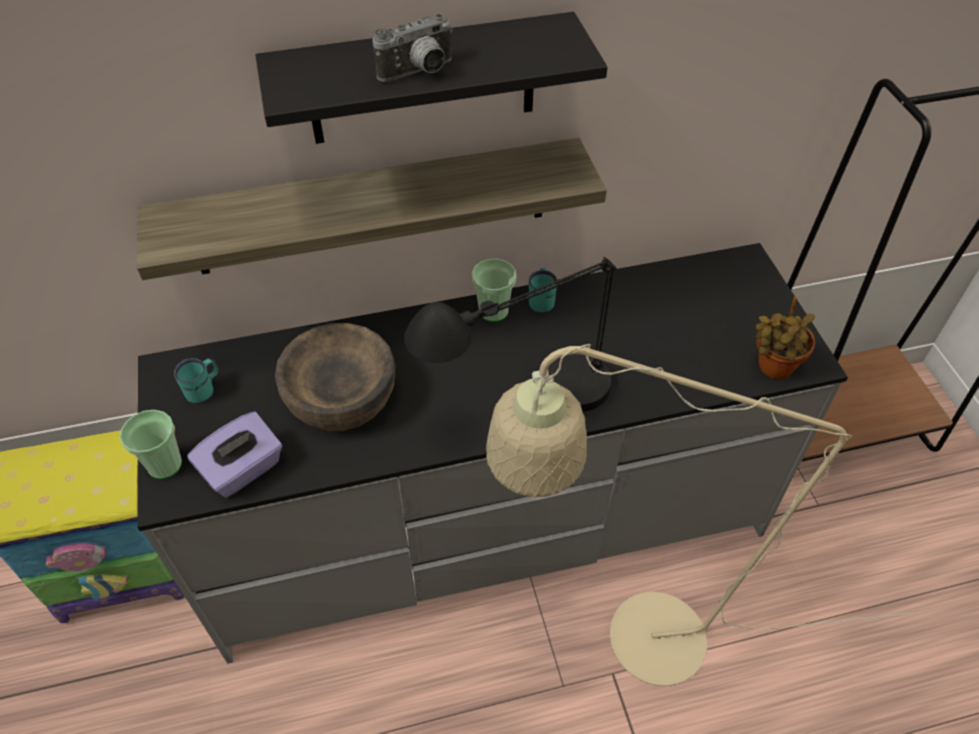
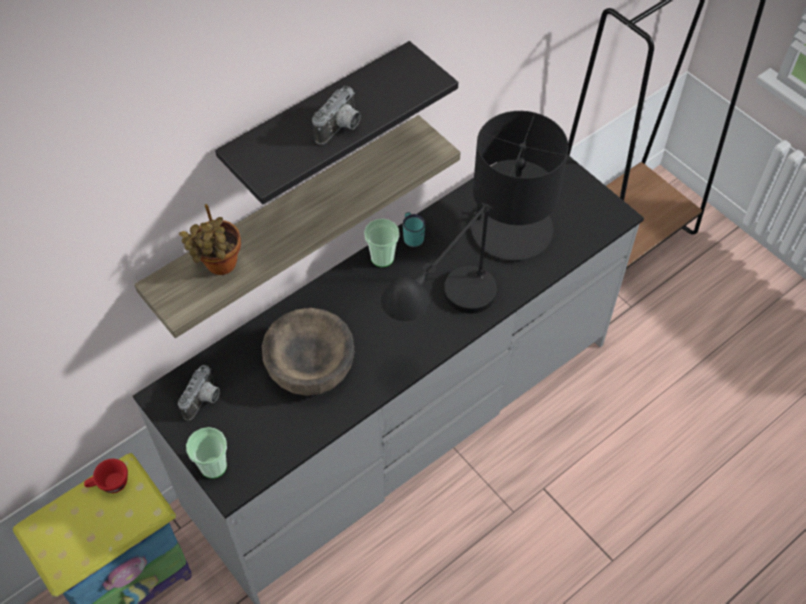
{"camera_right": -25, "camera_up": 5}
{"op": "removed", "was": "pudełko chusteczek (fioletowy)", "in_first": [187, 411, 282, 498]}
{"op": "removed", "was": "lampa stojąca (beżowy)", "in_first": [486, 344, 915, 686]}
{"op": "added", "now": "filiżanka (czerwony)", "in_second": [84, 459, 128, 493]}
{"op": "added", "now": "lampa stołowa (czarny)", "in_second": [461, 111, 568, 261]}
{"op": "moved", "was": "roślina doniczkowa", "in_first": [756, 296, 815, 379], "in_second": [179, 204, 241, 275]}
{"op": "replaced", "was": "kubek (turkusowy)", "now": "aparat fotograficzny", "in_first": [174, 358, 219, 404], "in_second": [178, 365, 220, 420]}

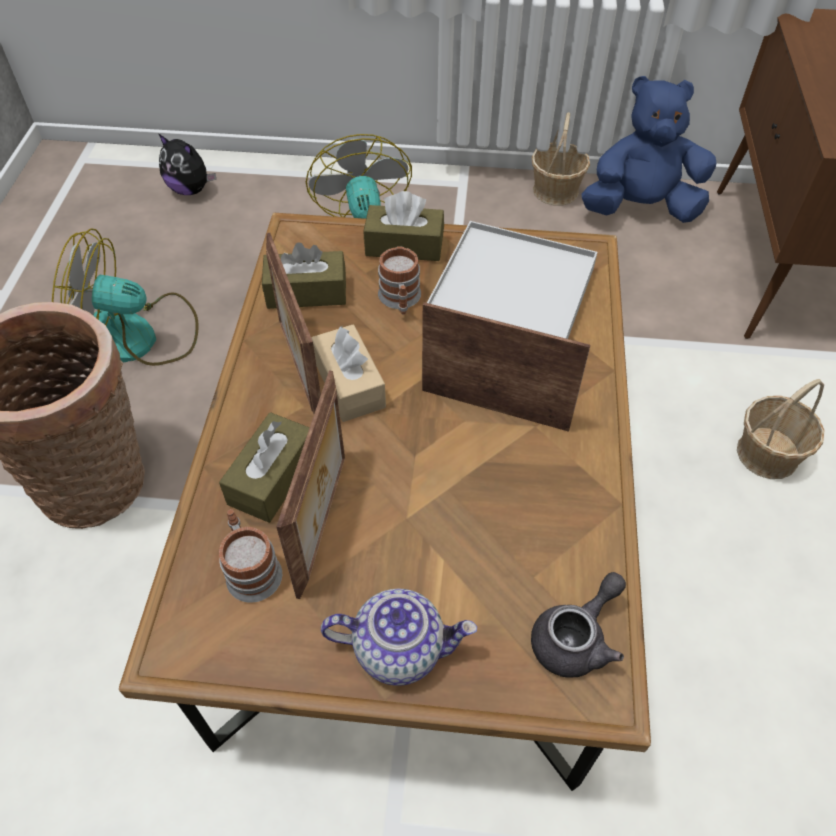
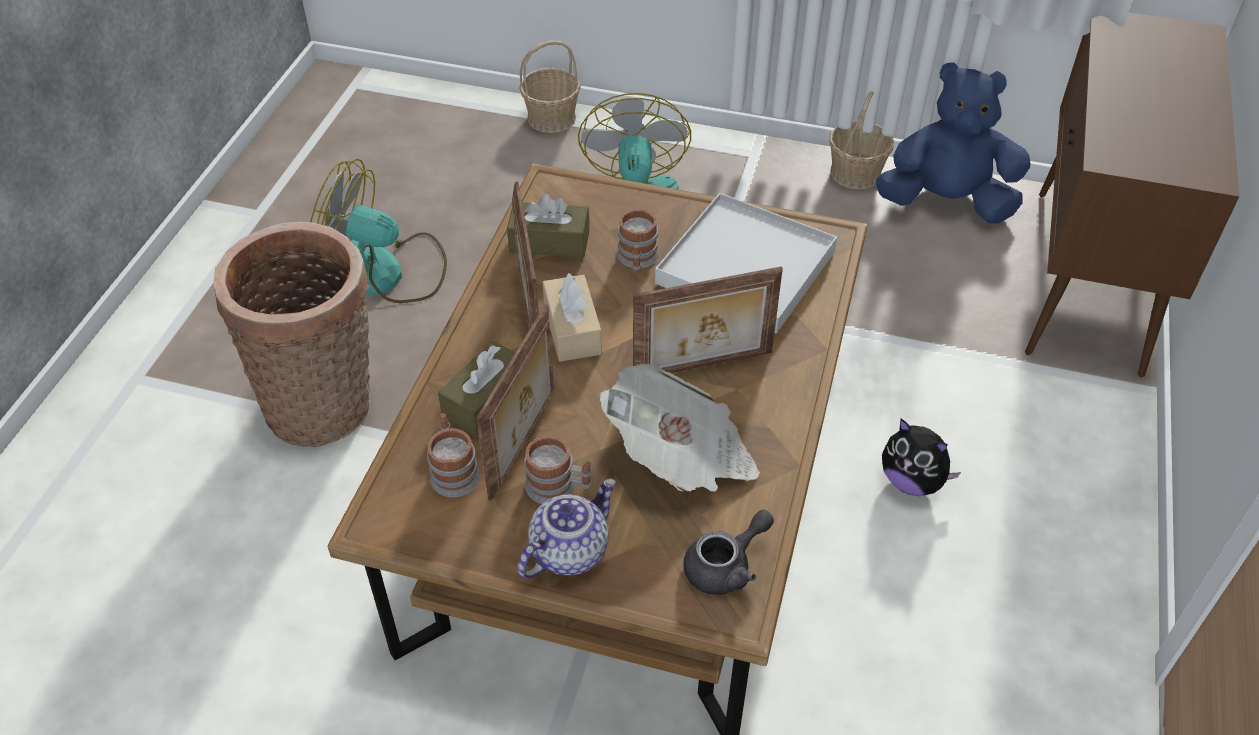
{"camera_right": 10, "camera_up": -5}
{"op": "removed", "was": "pudełko chusteczek (brązowy)", "in_first": [364, 191, 444, 261]}
{"op": "added", "now": "kubek", "in_second": [524, 435, 592, 504]}
{"op": "added", "now": "gazeta", "in_second": [600, 364, 760, 492]}
{"op": "moved", "was": "pluszak", "in_first": [158, 133, 216, 195], "in_second": [882, 419, 961, 496]}
{"op": "moved", "was": "koszyk", "in_first": [737, 379, 824, 479], "in_second": [519, 40, 581, 133]}
{"op": "turned", "was": "imbryk", "in_first": [321, 589, 477, 686], "in_second": [517, 479, 616, 579], "clockwise": -60}
{"op": "turned", "was": "ramka na zdjęcie", "in_first": [422, 302, 590, 432], "in_second": [633, 266, 783, 373], "clockwise": 135}

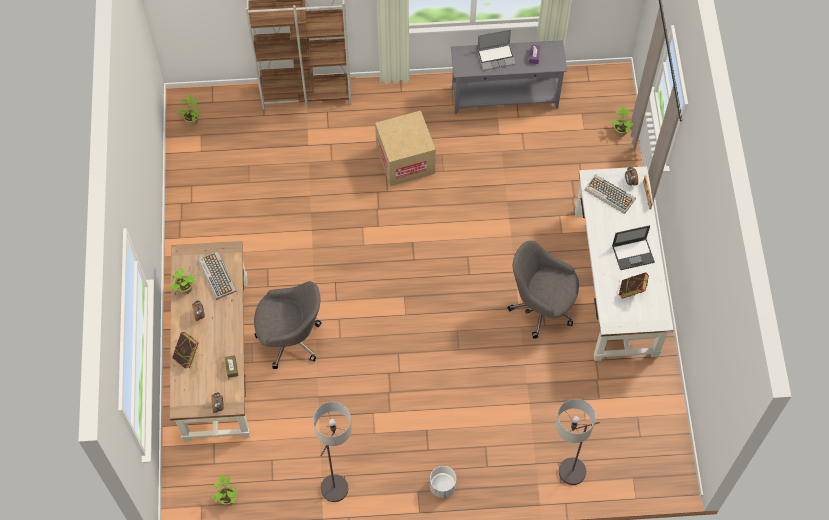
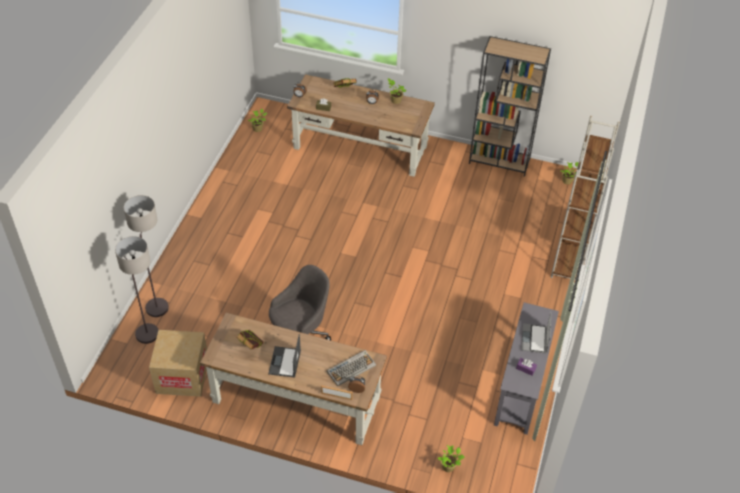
{"camera_right": 110, "camera_up": -15}
{"op": "removed", "was": "klawiatura", "in_first": [198, 251, 237, 300]}
{"op": "removed", "was": "krzesło biurowe (szary)", "in_first": [254, 281, 322, 369]}
{"op": "removed", "was": "donica (biały)", "in_first": [430, 466, 456, 498]}
{"op": "added", "now": "regał", "in_second": [469, 36, 551, 177]}
{"op": "moved", "was": "lampa stojąca (szary)", "in_first": [313, 402, 352, 502], "in_second": [115, 236, 158, 344]}
{"op": "moved", "was": "karton", "in_first": [375, 110, 436, 186], "in_second": [149, 330, 207, 397]}
{"op": "recoloured", "was": "biurko (biały)", "now": "biurko (brązowy)", "in_first": [575, 166, 673, 361], "in_second": [200, 312, 387, 445]}

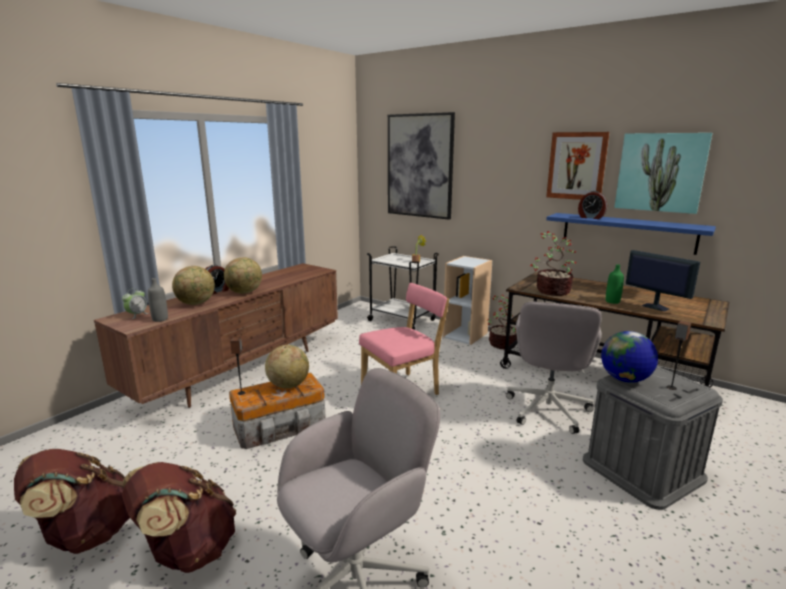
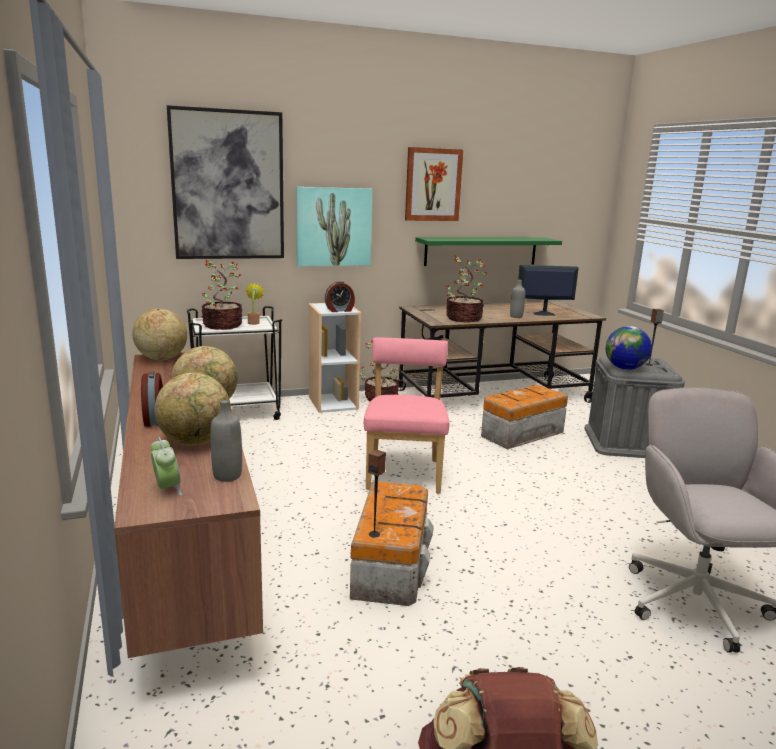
{"camera_right": -55, "camera_up": 0}
{"op": "removed", "was": "plecak (brązowy)", "in_first": [122, 462, 236, 573]}
{"op": "added", "now": "roślina doniczkowa", "in_second": [201, 259, 243, 330]}
{"op": "moved", "was": "globus", "in_first": [265, 345, 309, 388], "in_second": [132, 309, 187, 360]}
{"op": "moved", "was": "budzik", "in_first": [578, 191, 607, 219], "in_second": [325, 281, 355, 312]}
{"op": "moved", "was": "obraz", "in_first": [614, 133, 712, 214], "in_second": [296, 187, 373, 266]}
{"op": "replaced", "was": "krzesło biurowe (szary)", "now": "pojemnik do przechowywania", "in_first": [506, 302, 602, 434], "in_second": [481, 385, 568, 449]}
{"op": "recoloured", "was": "półka (niebieski)", "now": "półka (zielony)", "in_first": [546, 213, 716, 255], "in_second": [415, 237, 562, 266]}
{"op": "recoloured", "was": "butelka (zielony)", "now": "butelka (szary)", "in_first": [606, 264, 624, 304], "in_second": [510, 280, 525, 318]}

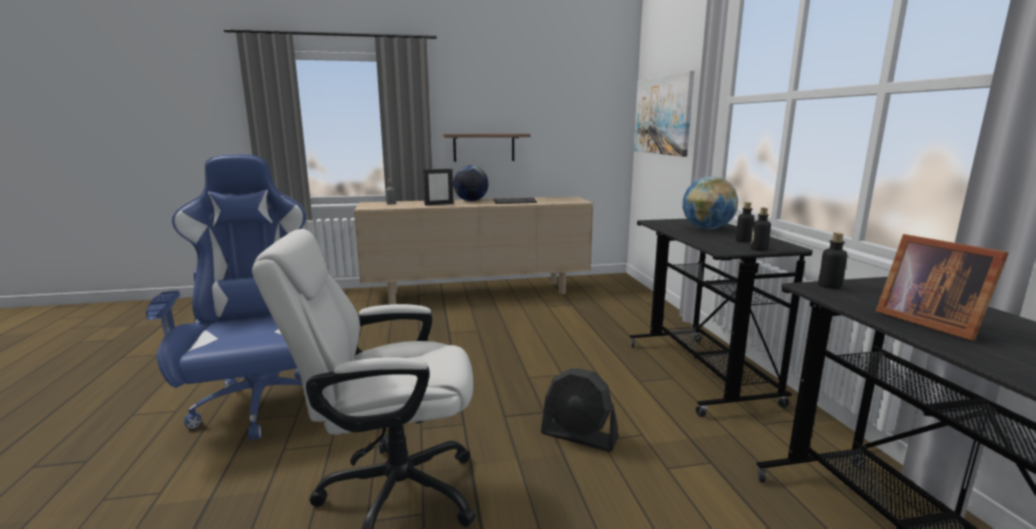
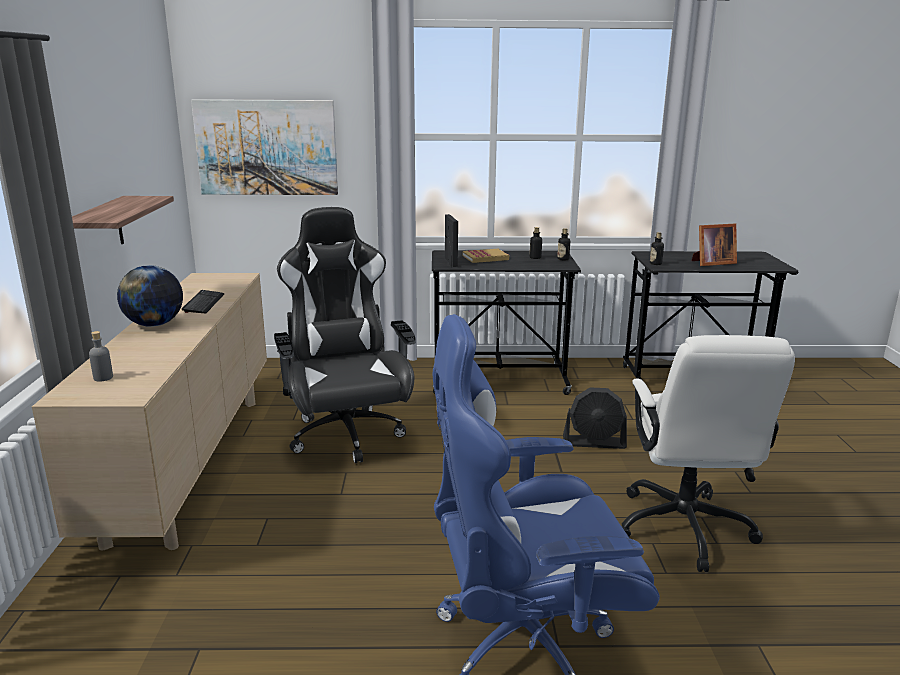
{"camera_right": -80, "camera_up": 5}
{"op": "added", "now": "krzesło biurowe (czarny)", "in_second": [274, 207, 416, 463]}
{"op": "moved", "was": "ramka na zdjęcie", "in_first": [423, 169, 454, 205], "in_second": [445, 214, 458, 267]}
{"op": "replaced", "was": "globus", "now": "książka", "in_first": [682, 176, 738, 229], "in_second": [463, 249, 509, 263]}
{"op": "turned", "was": "wentylator (czarny)", "in_first": [541, 368, 619, 451], "in_second": [563, 387, 627, 449], "clockwise": 60}

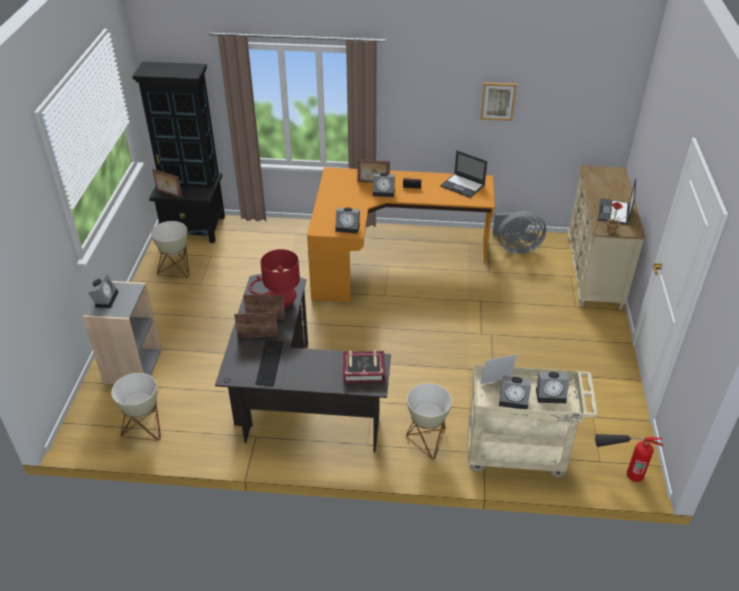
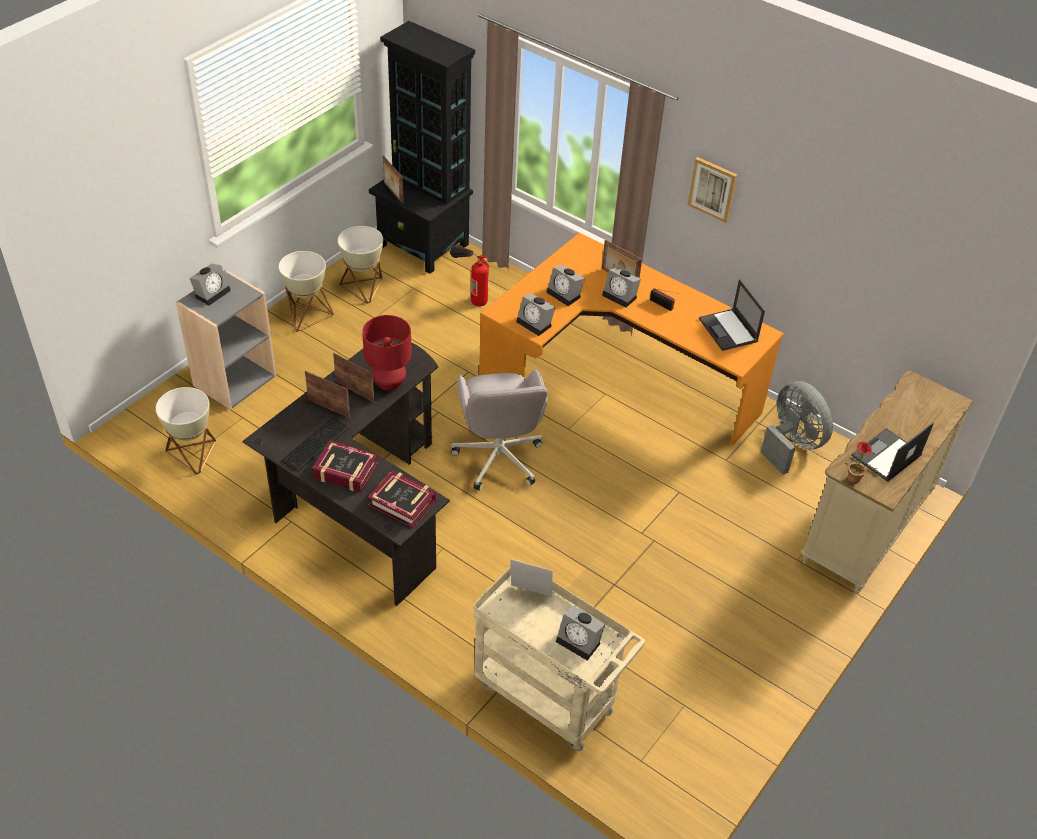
{"camera_right": 30, "camera_up": 5}
{"op": "added", "now": "książka", "in_second": [312, 440, 378, 492]}
{"op": "added", "now": "krzesło biurowe (szary)", "in_second": [451, 369, 548, 491]}
{"op": "moved", "was": "donica", "in_first": [406, 383, 452, 460], "in_second": [278, 251, 334, 332]}
{"op": "moved", "was": "obraz", "in_first": [480, 82, 517, 121], "in_second": [688, 157, 737, 223]}
{"op": "moved", "was": "budzik", "in_first": [499, 376, 531, 409], "in_second": [546, 265, 585, 306]}
{"op": "moved", "was": "gaśnica", "in_first": [595, 434, 663, 482], "in_second": [450, 245, 490, 306]}
{"op": "turned", "was": "wentylator (szary)", "in_first": [493, 211, 546, 253], "in_second": [761, 381, 833, 475], "clockwise": -150}

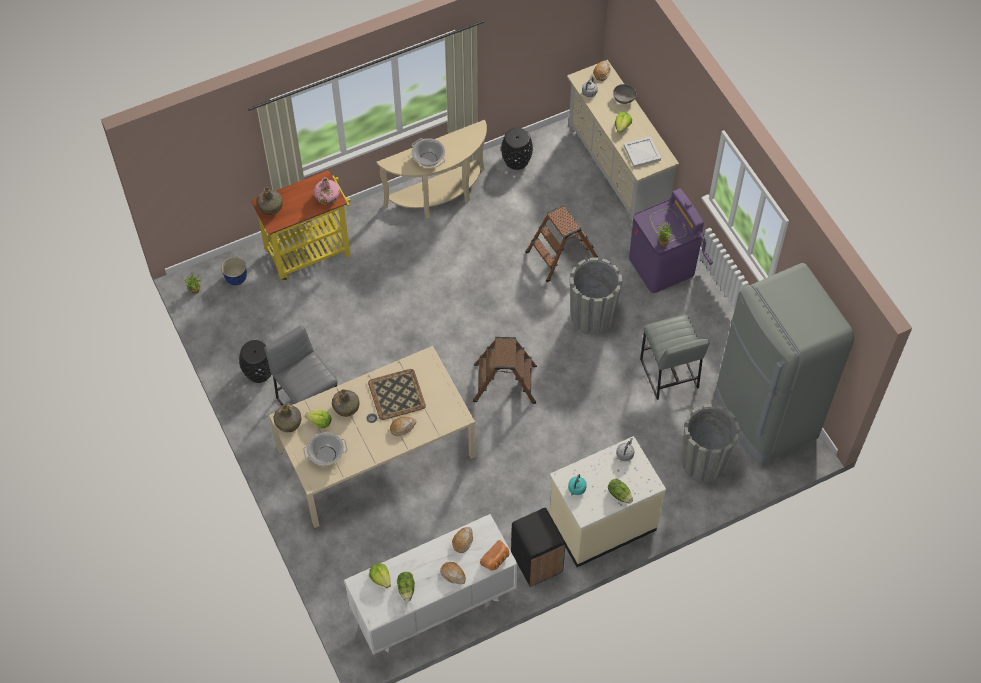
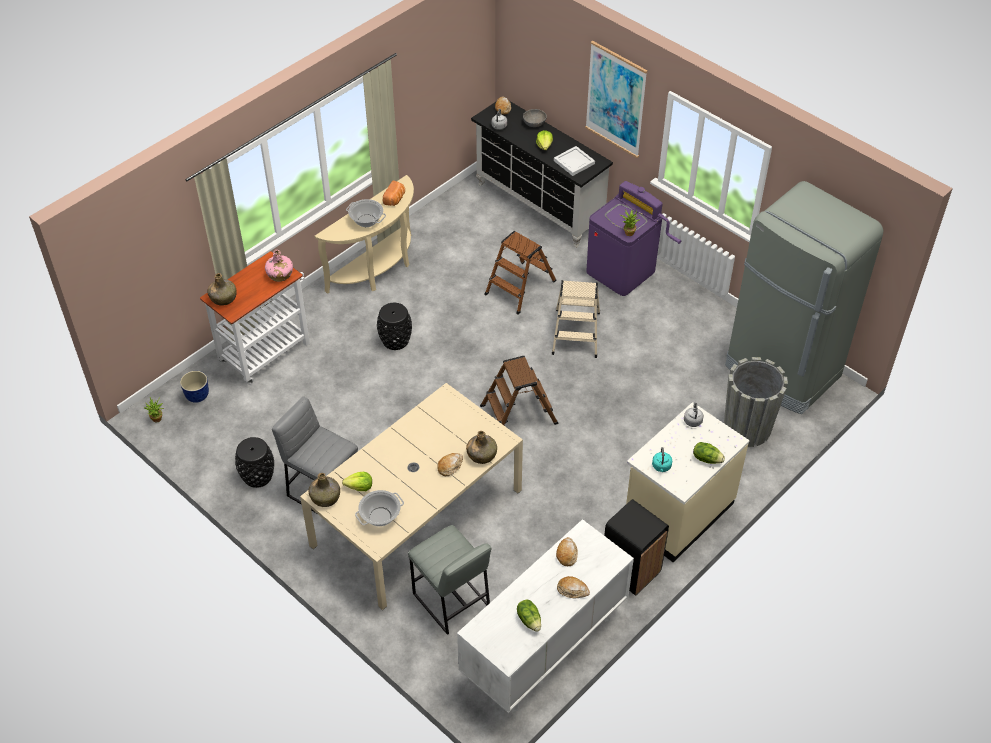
{"camera_right": -20, "camera_up": -10}
{"op": "removed", "was": "taca", "in_first": [368, 369, 426, 420]}
{"op": "removed", "was": "sałata", "in_first": [369, 563, 391, 588]}
{"op": "added", "now": "obraz", "in_second": [585, 41, 648, 158]}
{"op": "moved", "was": "butelka (zielony)", "in_first": [332, 389, 360, 417], "in_second": [466, 431, 497, 464]}
{"op": "moved", "was": "chleb", "in_first": [480, 540, 509, 571], "in_second": [383, 181, 405, 206]}
{"op": "moved", "was": "stołek (czarny)", "in_first": [501, 128, 533, 170], "in_second": [377, 303, 412, 350]}
{"op": "moved", "was": "krzesło (szary)", "in_first": [640, 315, 710, 400], "in_second": [408, 525, 491, 635]}
{"op": "replaced", "was": "donica (szary)", "now": "drabinka (beżowy)", "in_first": [570, 257, 623, 335], "in_second": [552, 280, 600, 358]}
{"op": "recoloured", "was": "wózek (żółty)", "now": "wózek (biały)", "in_first": [251, 170, 351, 281], "in_second": [200, 251, 310, 385]}
{"op": "recoloured", "was": "komoda (beżowy)", "now": "komoda (czarny)", "in_first": [567, 60, 679, 226], "in_second": [471, 101, 613, 247]}

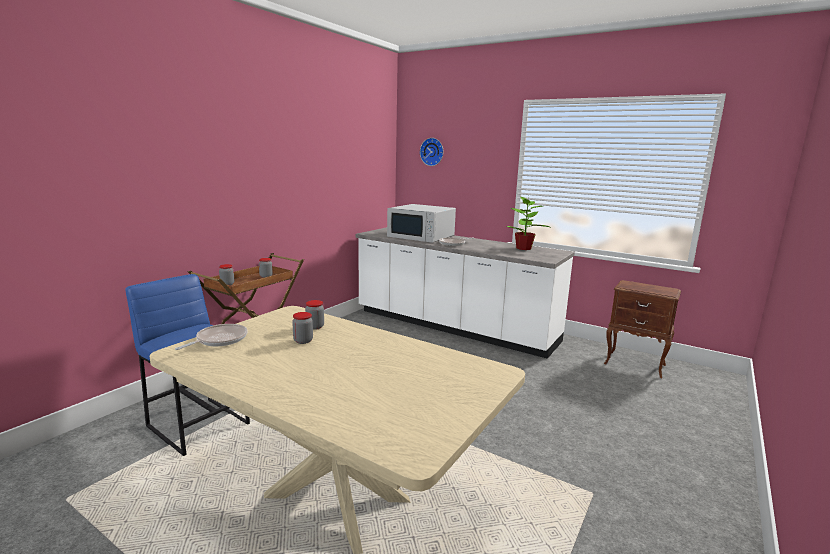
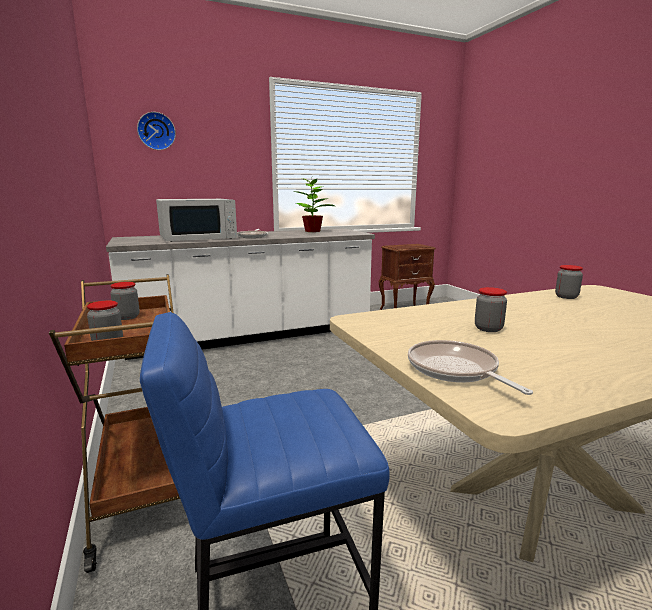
{"camera_right": -55, "camera_up": 0}
{"op": "moved", "was": "słoik", "in_first": [305, 300, 324, 330], "in_second": [555, 265, 583, 299]}

